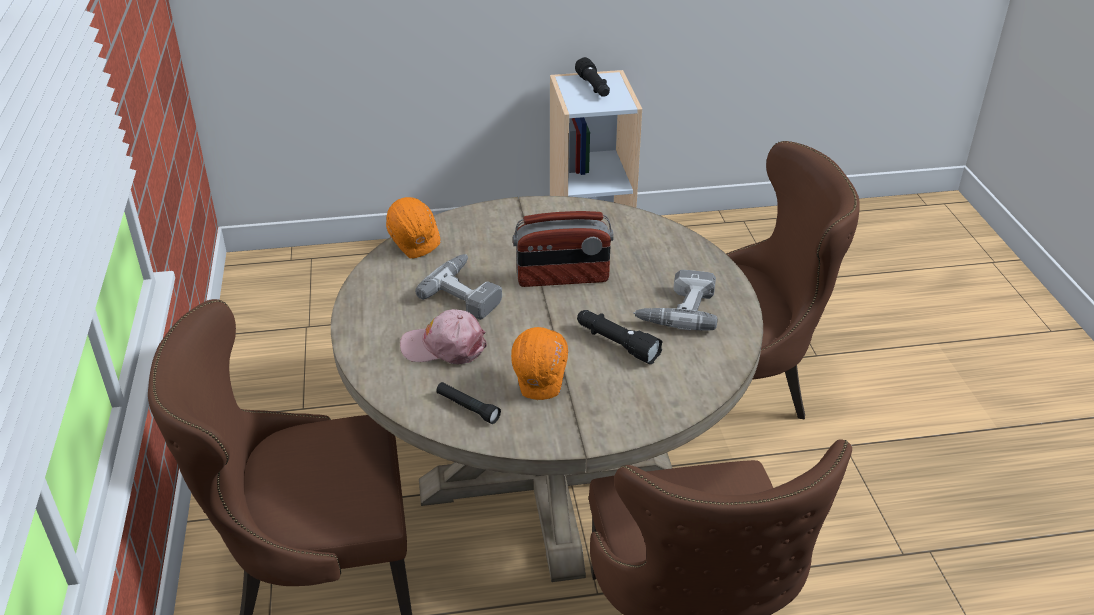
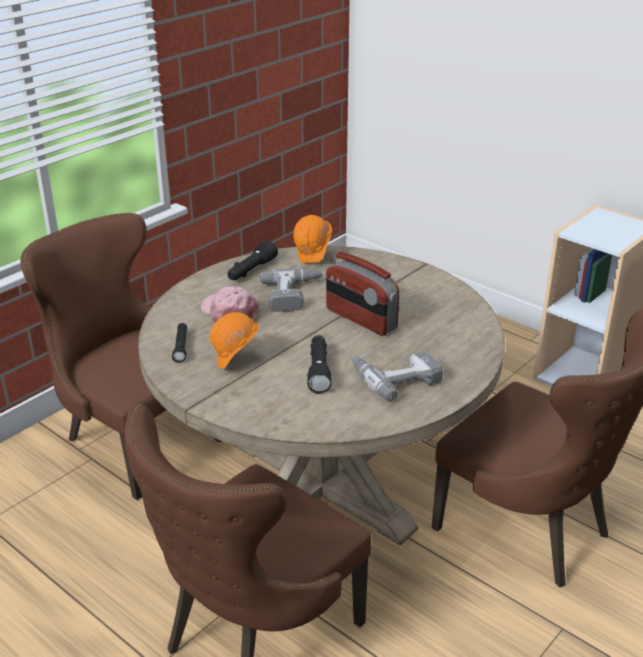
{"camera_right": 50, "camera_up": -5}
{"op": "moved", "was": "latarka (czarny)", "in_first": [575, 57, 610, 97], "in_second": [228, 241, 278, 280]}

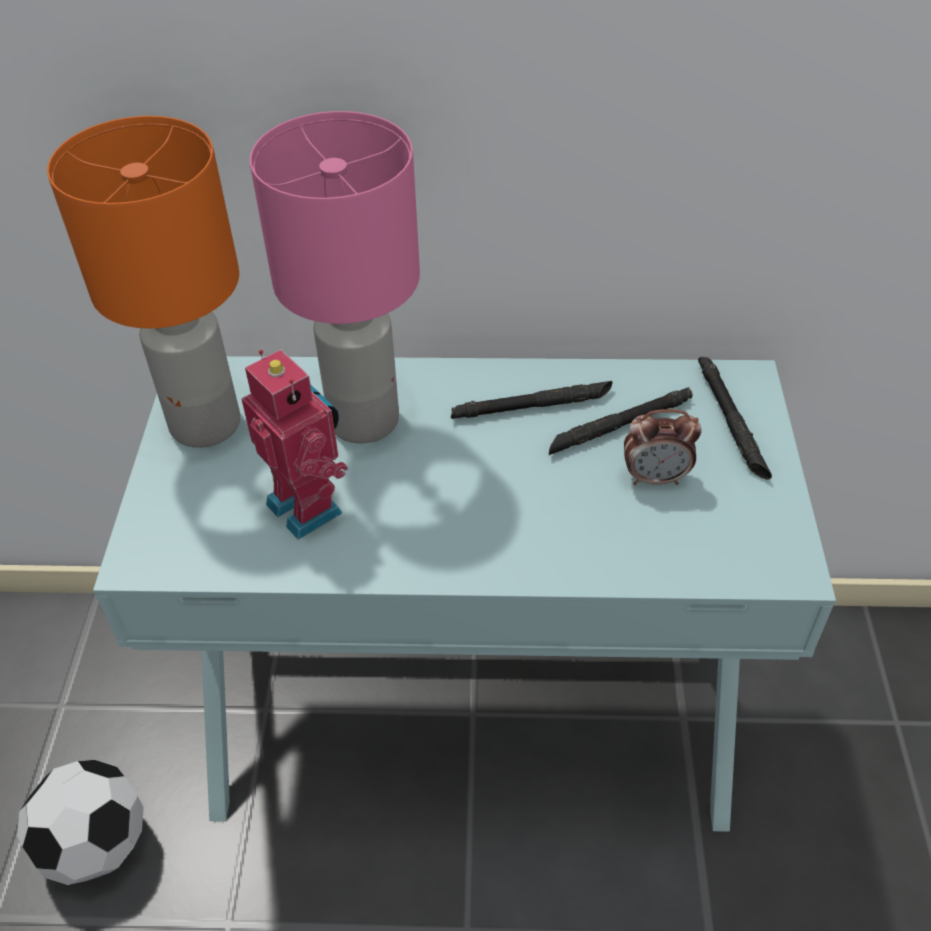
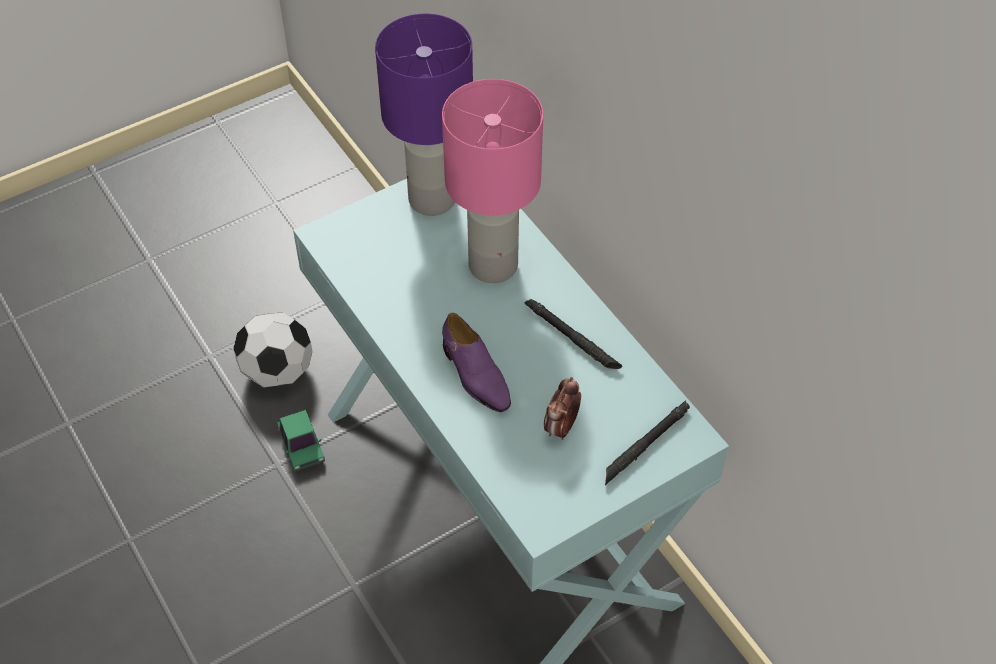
{"camera_right": 55, "camera_up": 5}
{"op": "removed", "was": "robot zabawkowy", "in_first": [241, 349, 348, 540]}
{"op": "removed", "was": "latarka (czarny)", "in_first": [549, 387, 693, 455]}
{"op": "added", "now": "samochodzik", "in_second": [277, 410, 325, 471]}
{"op": "added", "now": "but (fioletowy)", "in_second": [442, 313, 511, 412]}
{"op": "recoloured", "was": "lampa stołowa (pomarańczowy)", "now": "lampa stołowa (fioletowy)", "in_first": [47, 116, 240, 448], "in_second": [375, 14, 473, 216]}
{"op": "turned", "was": "budzik", "in_first": [624, 409, 702, 485], "in_second": [544, 377, 581, 440], "clockwise": 60}

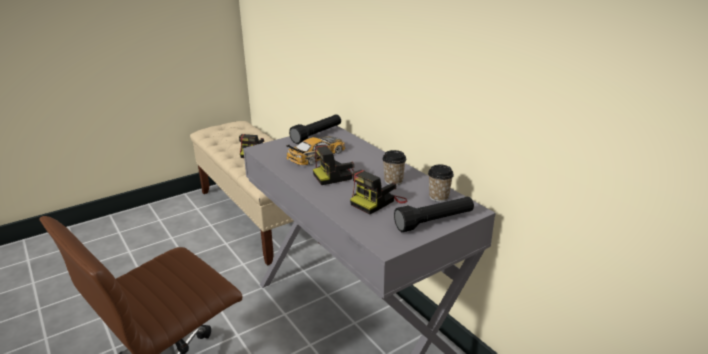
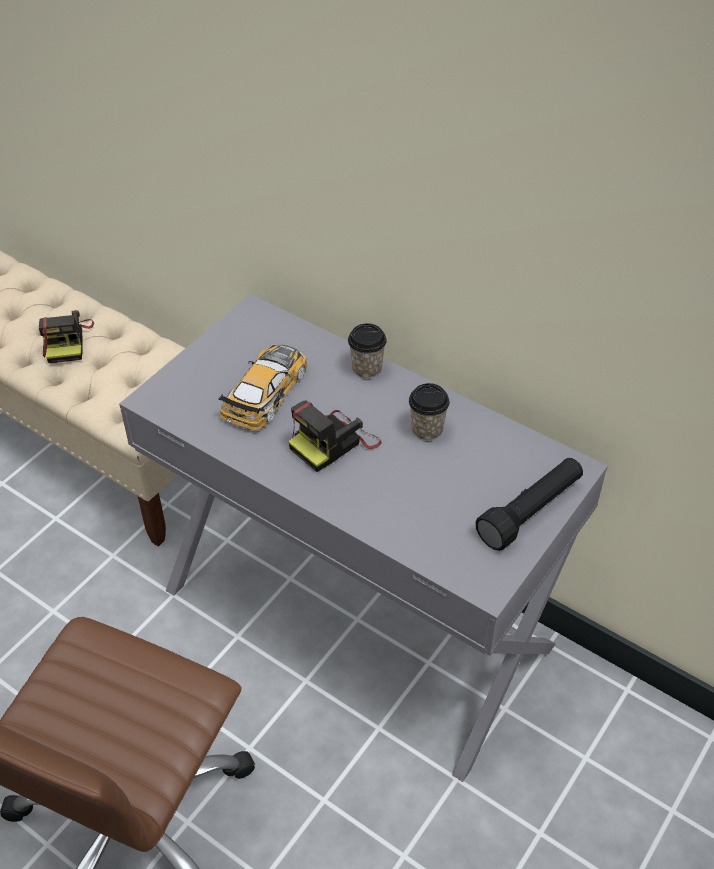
{"camera_right": -20, "camera_up": 20}
{"op": "removed", "was": "latarka (czarny)", "in_first": [289, 114, 341, 144]}
{"op": "removed", "was": "aparat fotograficzny", "in_first": [350, 170, 407, 214]}
{"op": "moved", "was": "filiżanka", "in_first": [428, 165, 454, 202], "in_second": [348, 323, 387, 379]}

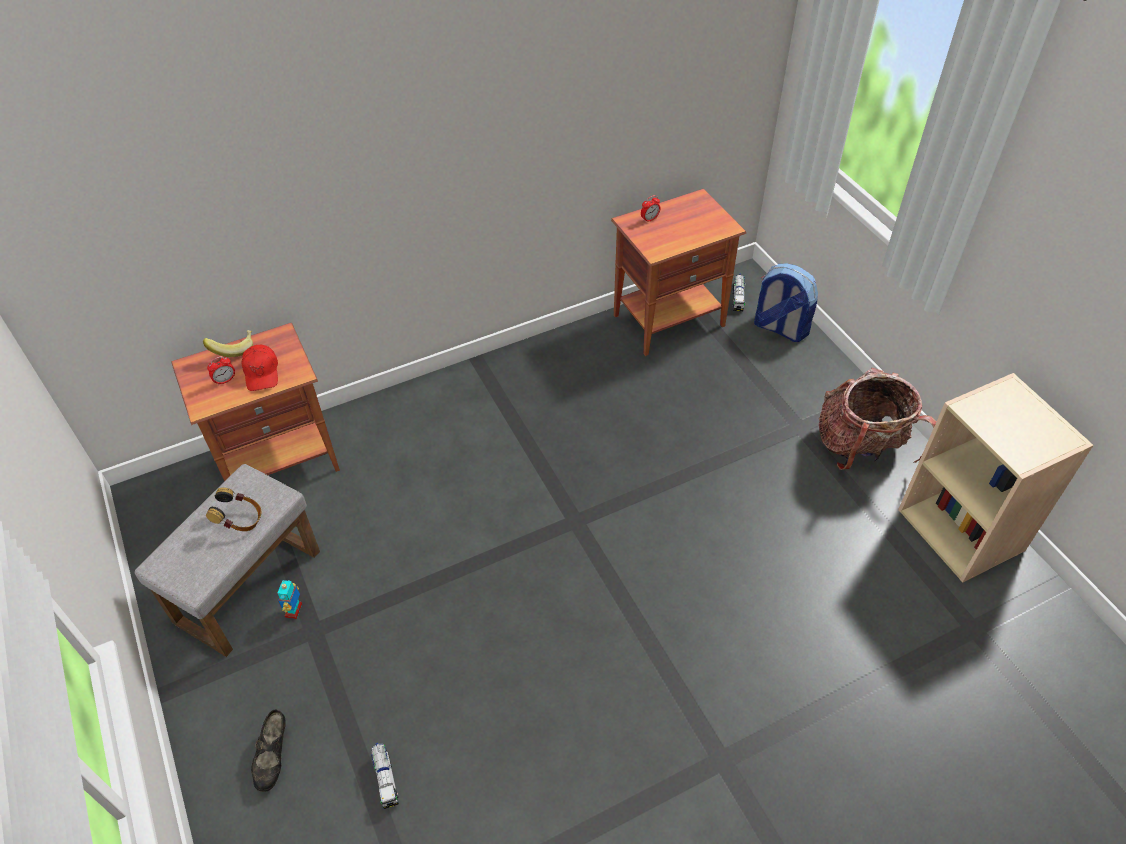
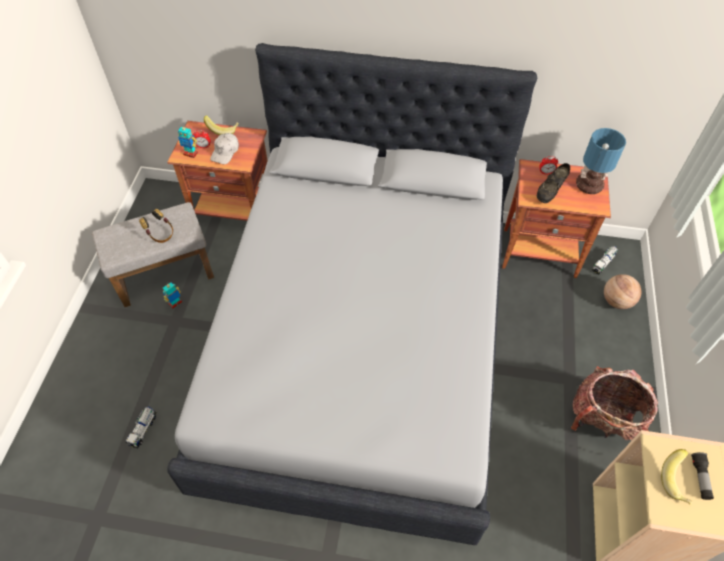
{"camera_right": 35, "camera_up": 5}
{"op": "added", "now": "łóżko (szary)", "in_second": [167, 43, 537, 545]}
{"op": "added", "now": "robot zabawkowy", "in_second": [178, 125, 198, 158]}
{"op": "added", "now": "lampa stołowa", "in_second": [576, 128, 626, 194]}
{"op": "added", "now": "banan", "in_second": [661, 449, 693, 505]}
{"op": "added", "now": "latarka", "in_second": [691, 452, 714, 500]}
{"op": "moved", "was": "but (czarny)", "in_first": [251, 709, 286, 792], "in_second": [537, 163, 570, 203]}
{"op": "replaced", "was": "plecak", "now": "piłka do koszykówki", "in_first": [754, 264, 818, 342], "in_second": [604, 274, 641, 309]}
{"op": "recoloured", "was": "czapka z daszkiem (czerwony)", "now": "czapka z daszkiem (biały)", "in_first": [241, 345, 278, 391], "in_second": [210, 133, 239, 164]}

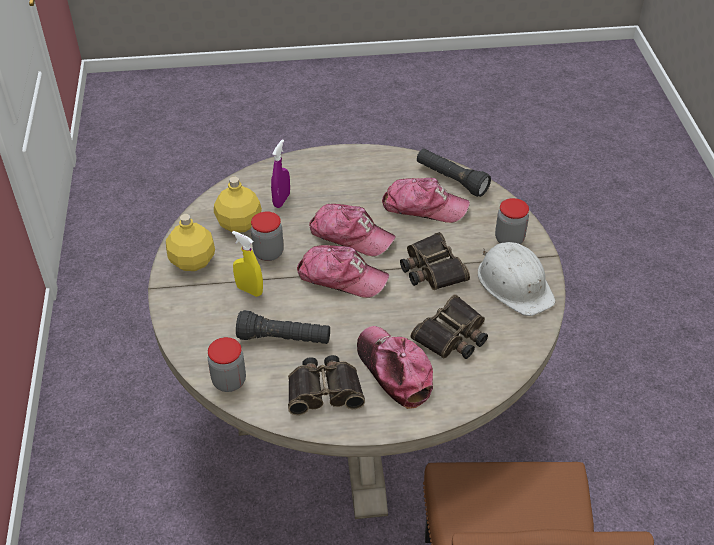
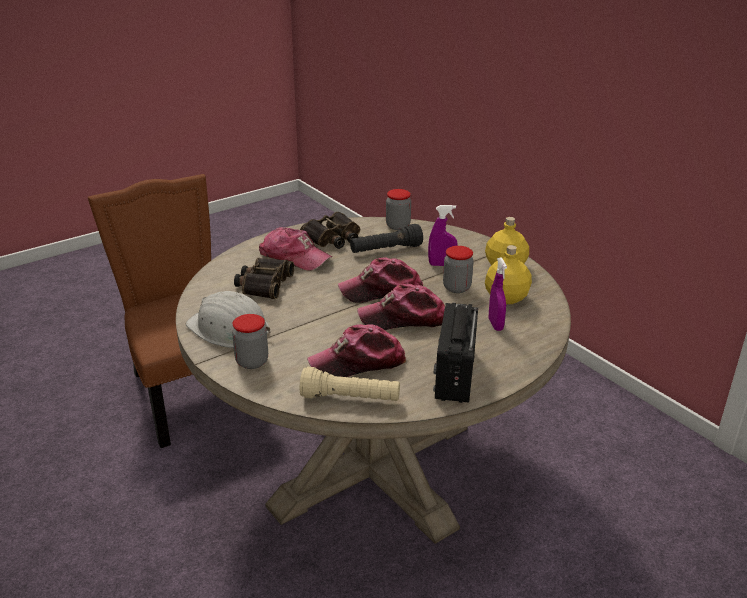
{"camera_right": 150, "camera_up": -15}
{"op": "removed", "was": "lornetka", "in_first": [400, 232, 470, 290]}
{"op": "added", "now": "radio", "in_second": [433, 302, 478, 403]}
{"op": "recoloured", "was": "spryskiwacz (żółty)", "now": "spryskiwacz (fioletowy)", "in_first": [232, 231, 263, 297], "in_second": [428, 205, 458, 266]}
{"op": "recoloured", "was": "latarka (czarny)", "now": "latarka (beżowy)", "in_first": [417, 149, 491, 197], "in_second": [300, 367, 400, 401]}

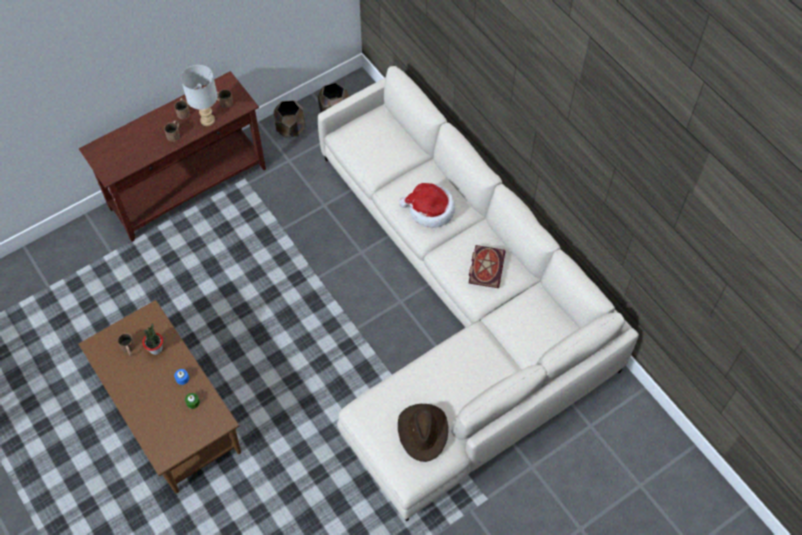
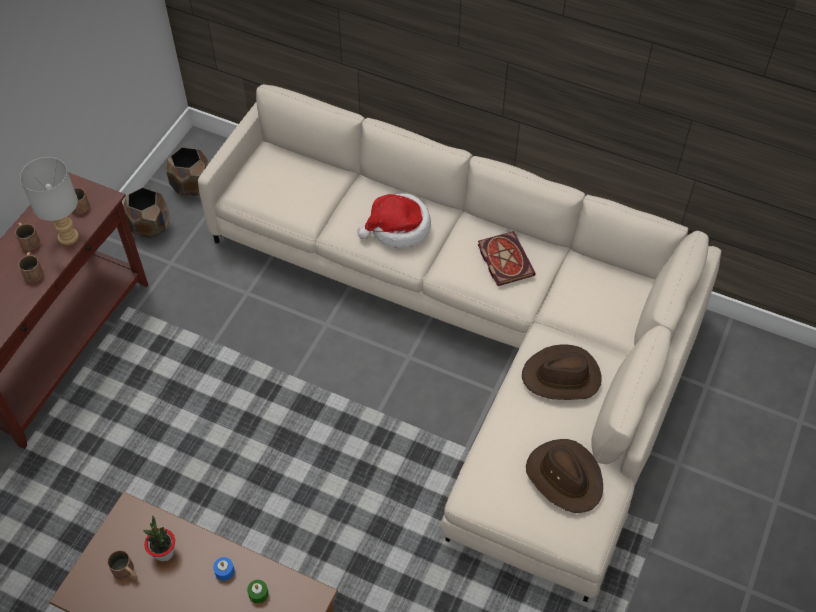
{"camera_right": -30, "camera_up": -5}
{"op": "added", "now": "kapelusz (brązowy)", "in_second": [522, 344, 602, 400]}

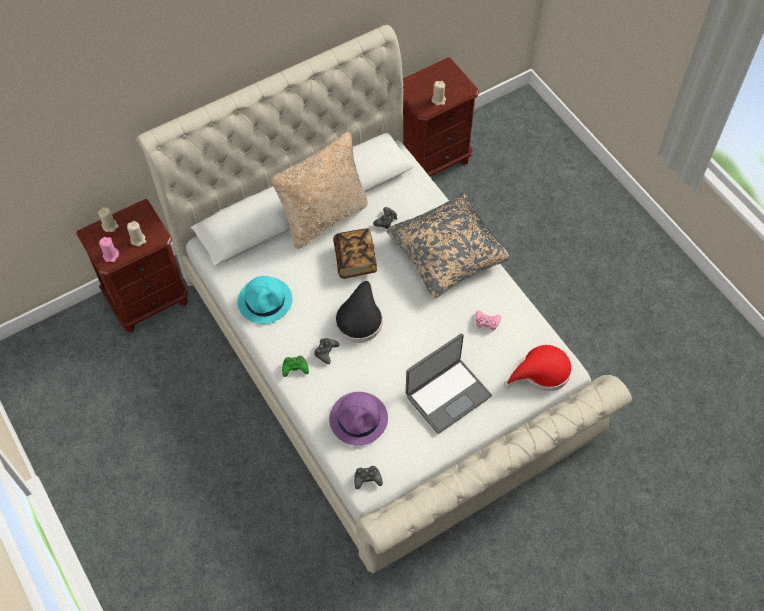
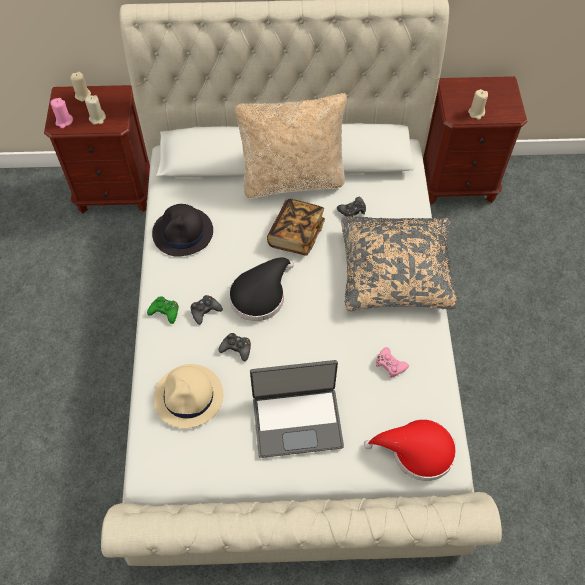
{"camera_right": 30, "camera_up": 0}
{"op": "moved", "was": "pad do gier (czarny)", "in_first": [354, 466, 383, 489], "in_second": [218, 333, 251, 361]}
{"op": "recoloured", "was": "kapelusz (turkusowy)", "now": "kapelusz (czarny)", "in_first": [237, 276, 292, 324], "in_second": [152, 204, 213, 257]}
{"op": "recoloured", "was": "kapelusz (fioletowy)", "now": "kapelusz (beżowy)", "in_first": [329, 392, 388, 446], "in_second": [154, 364, 223, 428]}

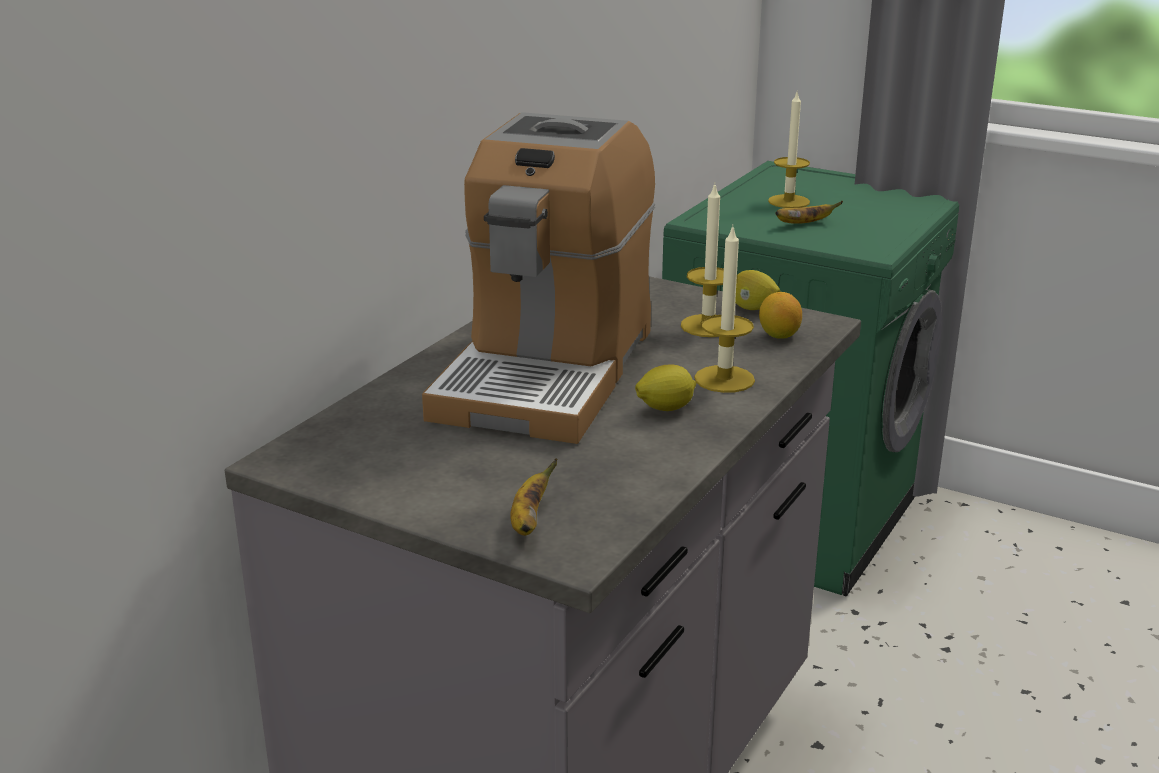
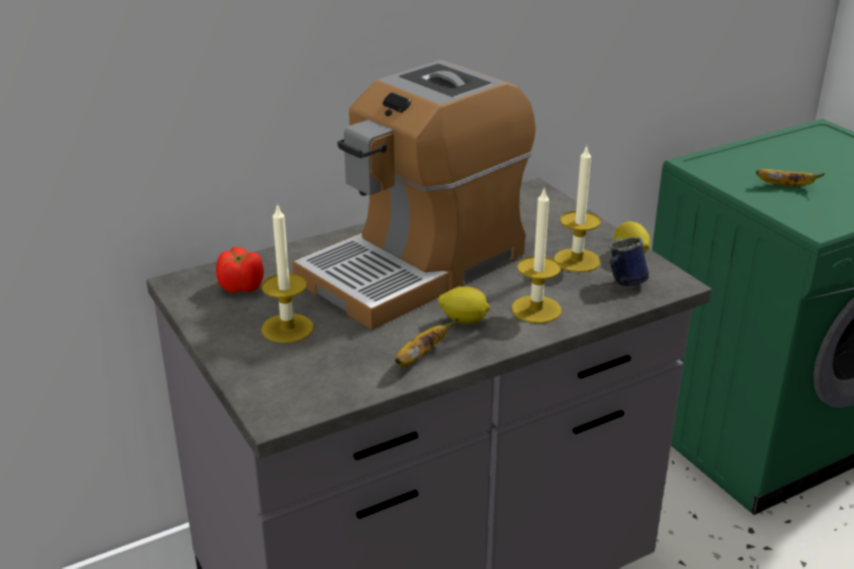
{"camera_right": 30, "camera_up": 5}
{"op": "added", "now": "pomidor", "in_second": [216, 247, 264, 293]}
{"op": "moved", "was": "banan", "in_first": [510, 459, 557, 536], "in_second": [395, 318, 458, 366]}
{"op": "moved", "was": "świeca", "in_first": [768, 90, 810, 208], "in_second": [261, 203, 313, 343]}
{"op": "replaced", "was": "cytryna", "now": "kubek (niebieski)", "in_first": [759, 292, 802, 339], "in_second": [609, 237, 649, 286]}

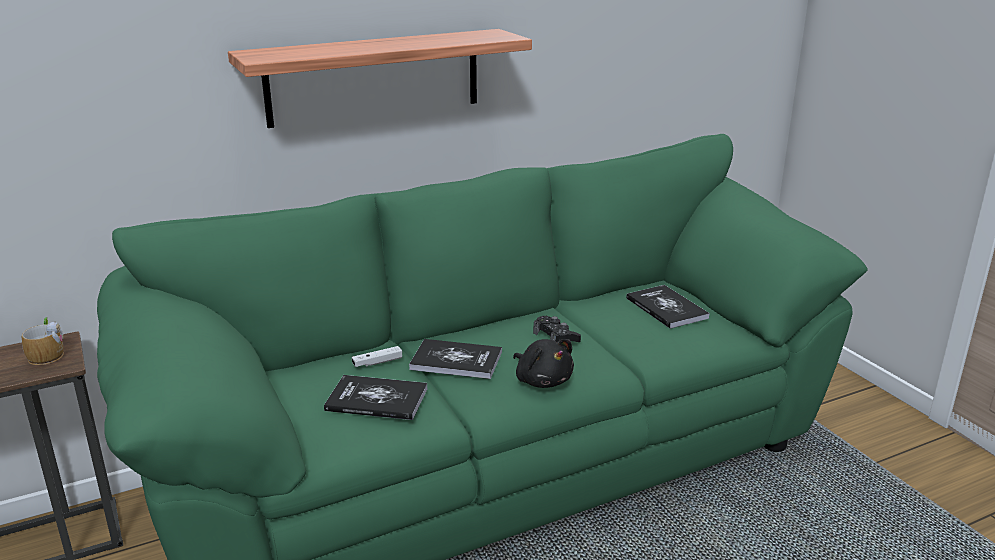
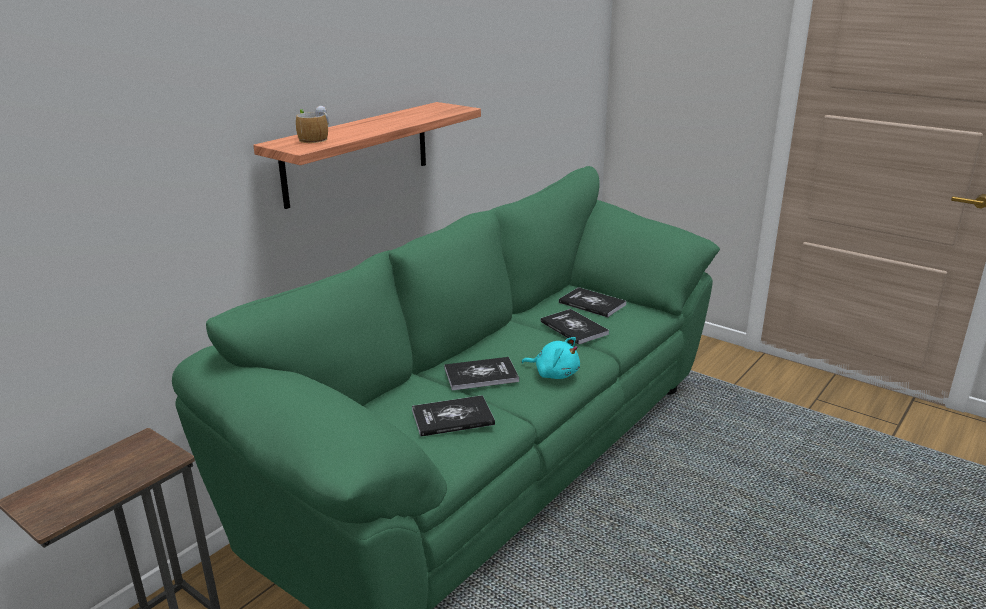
{"camera_right": -25, "camera_up": 0}
{"op": "removed", "was": "pad do gier (biały)", "in_first": [352, 346, 402, 367]}
{"op": "removed", "was": "pad do gier (czarny)", "in_first": [533, 316, 581, 342]}
{"op": "added", "now": "książka", "in_second": [541, 309, 609, 345]}
{"op": "moved", "was": "kubek", "in_first": [22, 317, 64, 365], "in_second": [296, 105, 329, 143]}
{"op": "recoloured", "was": "pluszak (czarny)", "now": "pluszak (turkusowy)", "in_first": [513, 339, 574, 388], "in_second": [521, 337, 580, 379]}

